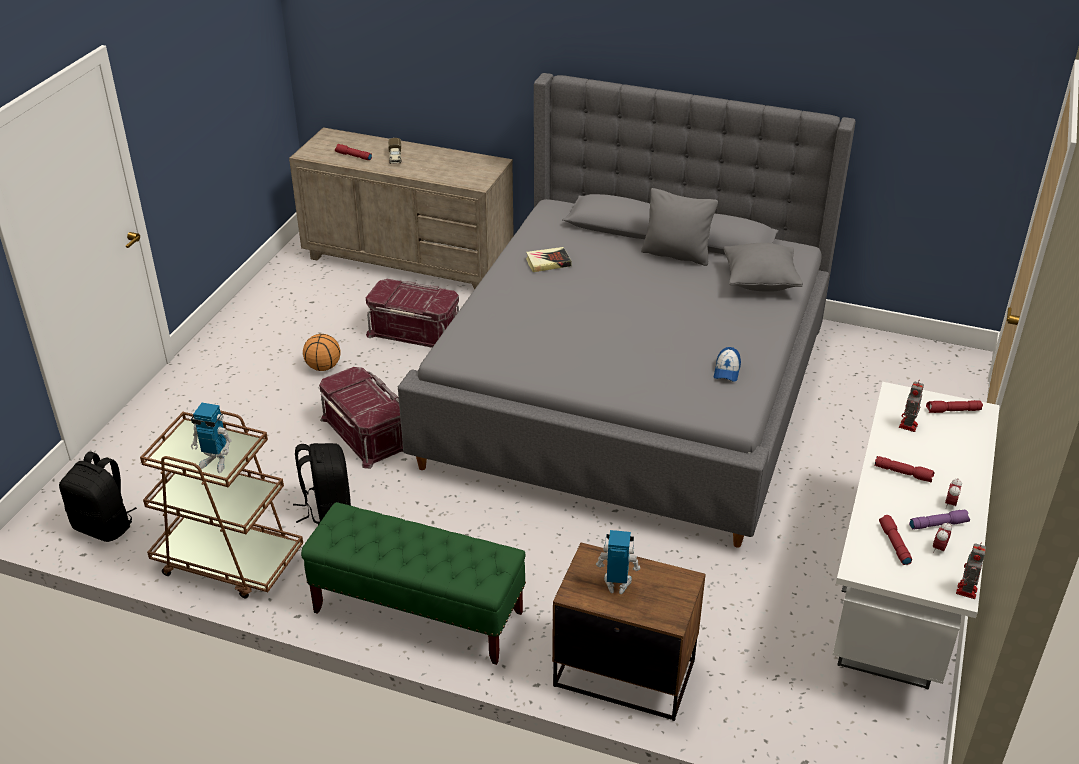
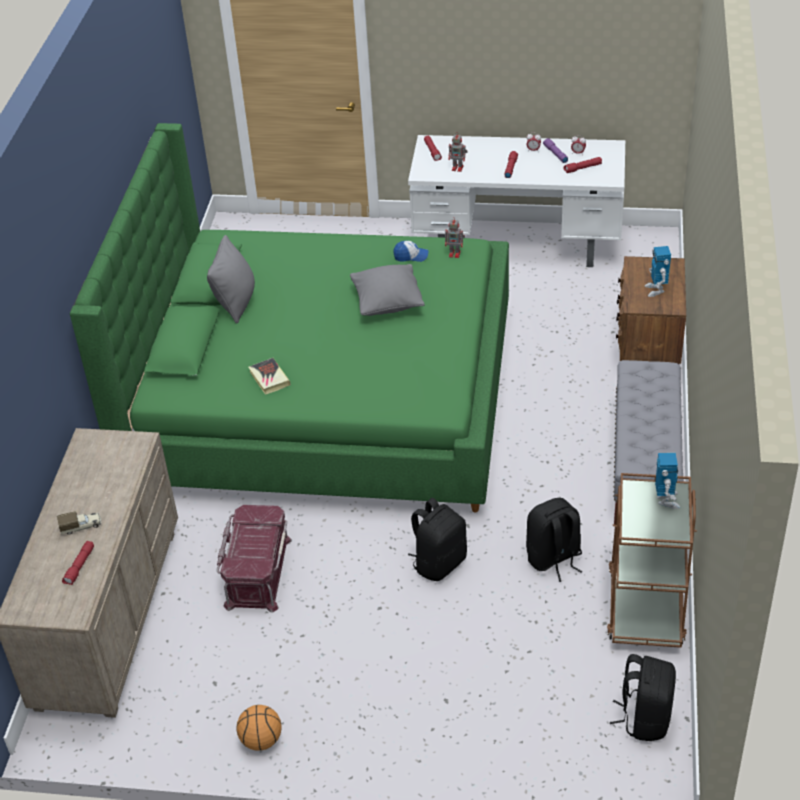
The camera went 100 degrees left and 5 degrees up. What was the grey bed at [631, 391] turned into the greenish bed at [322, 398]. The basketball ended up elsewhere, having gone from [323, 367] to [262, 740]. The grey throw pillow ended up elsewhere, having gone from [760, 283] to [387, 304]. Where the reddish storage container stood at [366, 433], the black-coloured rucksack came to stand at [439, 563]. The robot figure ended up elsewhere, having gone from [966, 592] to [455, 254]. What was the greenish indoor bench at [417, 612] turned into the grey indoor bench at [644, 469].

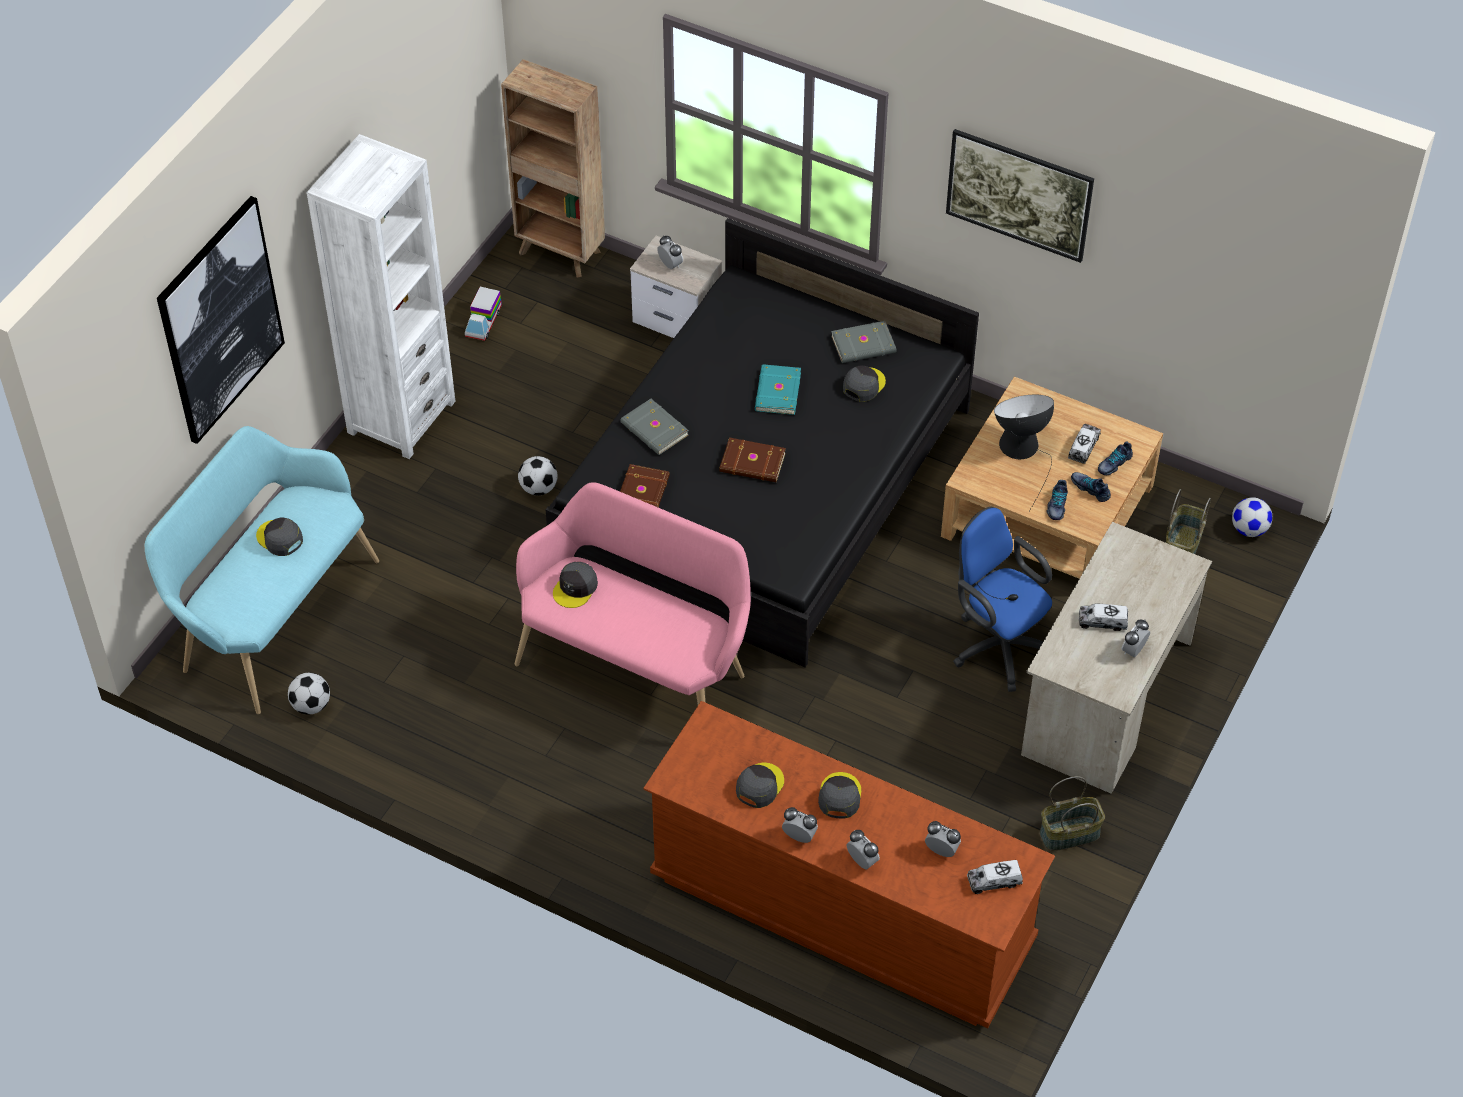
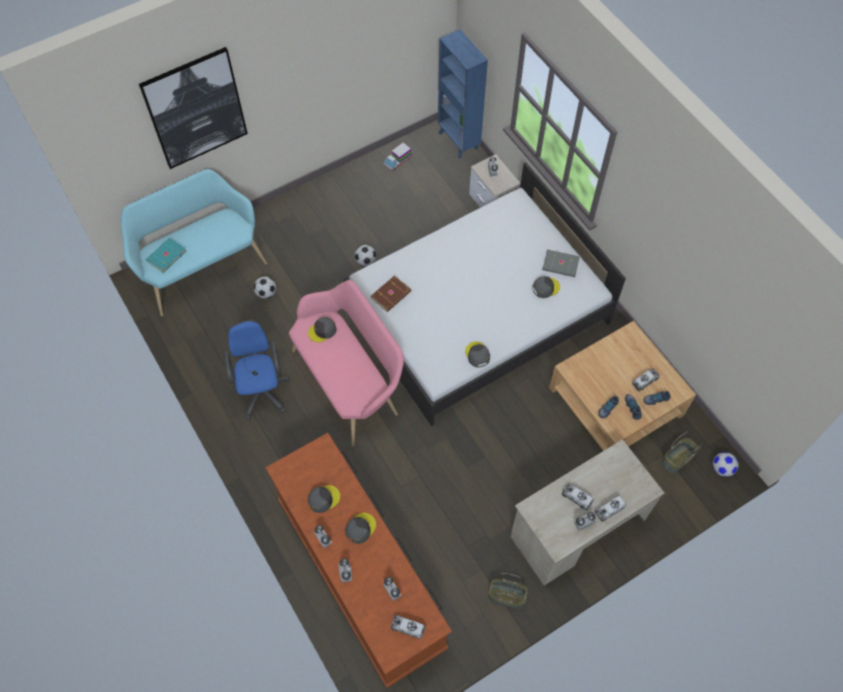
The camera went 30 degrees right and 10 degrees up. The turquoise volume ended up elsewhere, having gone from [776, 392] to [166, 256]. The blue desk chair ended up elsewhere, having gone from [997, 644] to [262, 390]. The football ball ended up elsewhere, having gone from [311, 705] to [266, 293]. What was the black-coloured bed at [763, 482] turned into the white-coloured bed at [477, 312]. What was the brown-coloured bookcase at [561, 253] turned into the blue bookcase at [458, 141]. The grey cap ended up elsewhere, having gone from [279, 538] to [477, 355]. The second view gained the toy truck at [609, 510]. The second view lost the white-coloured bookcase at [401, 417]. The second view lost the grey volume at [654, 430]. The second view lost the brown-coloured volume at [752, 463]. The second view lost the picture at [1016, 215]. The second view lost the lamp for a table at [1022, 450].

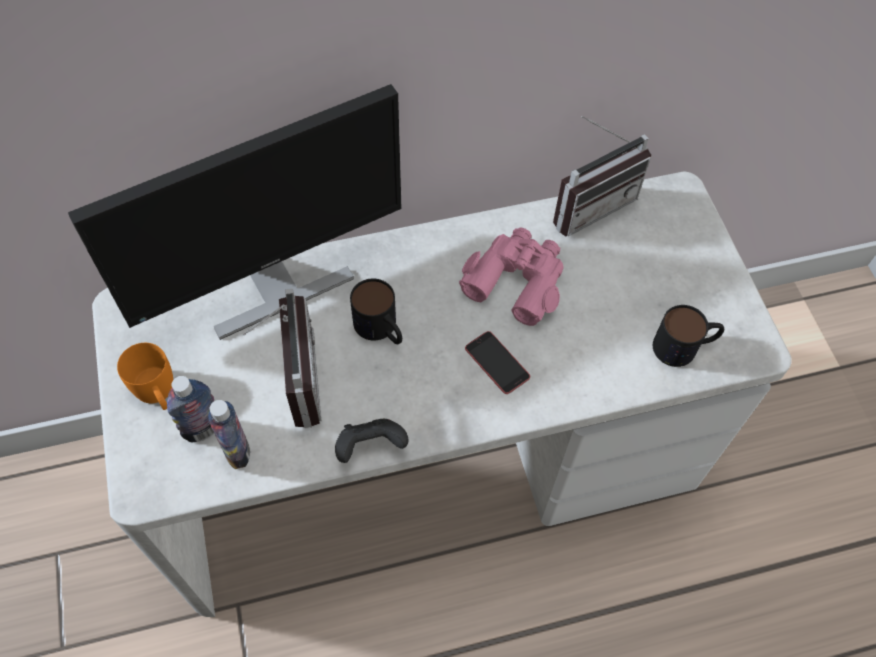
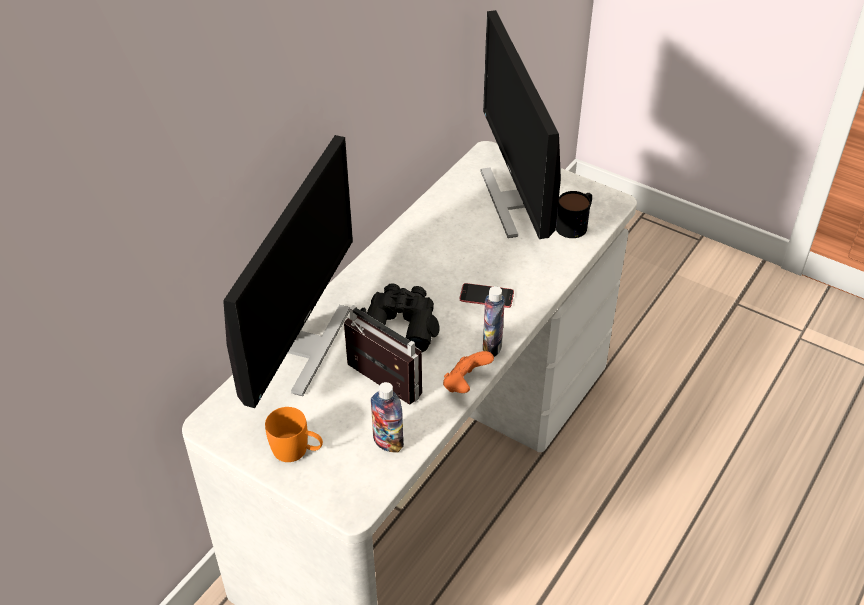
The camera went 40 degrees left and 15 degrees down. Where the tea mug stood at [381, 329], the black-coloured pair of binoculars came to stand at [399, 324]. What was the black-coloured joypad at [370, 447] turned into the orangey joypad at [465, 384]. The second view gained the monitor at [515, 199]. The beverage bottle ended up elsewhere, having gone from [203, 428] to [492, 346]. The second view lost the pink pair of binoculars at [516, 279]. The second view lost the radio at [589, 203].

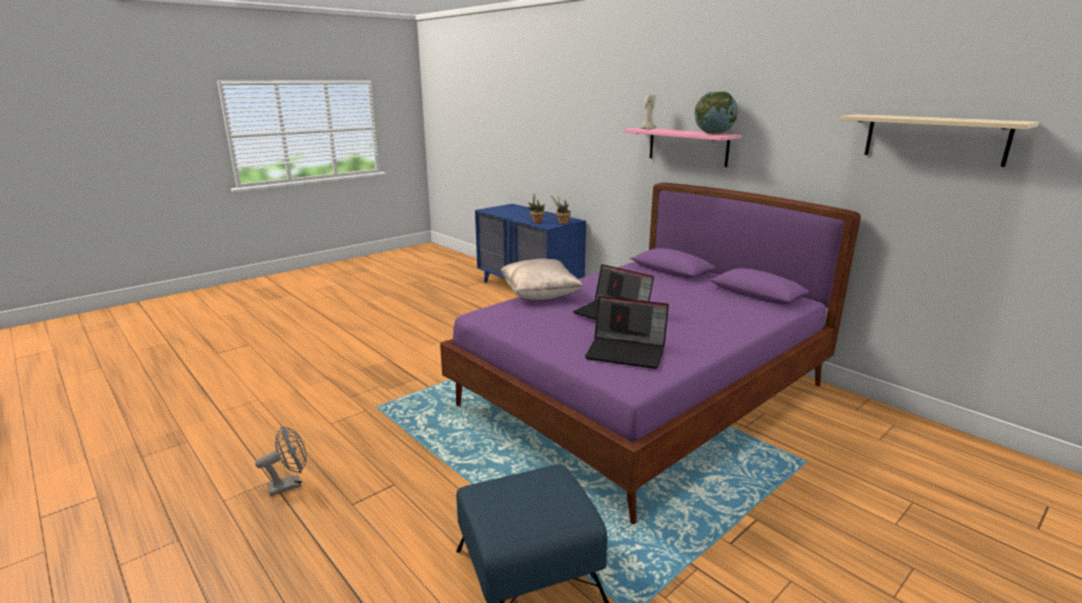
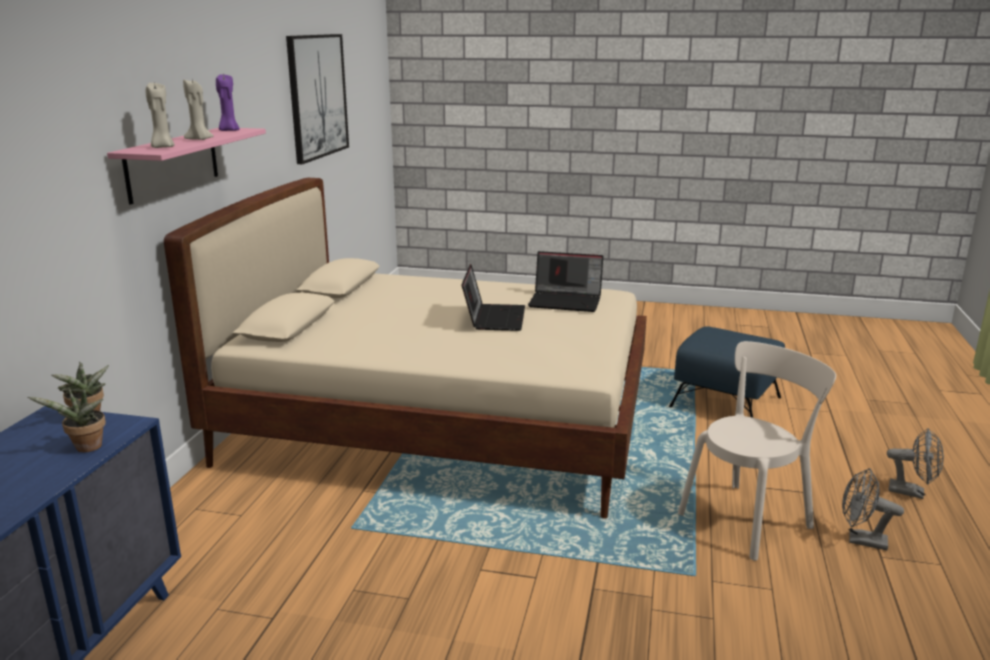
The camera went 125 degrees left and 0 degrees up. What was the purplish bed at [643, 396] turned into the beige bed at [442, 423]. The second view gained the beige wax light at [199, 139]. Where the world globe stood at [713, 134], the purplish wax light came to stand at [229, 131]. Where the beige shelf hung at [934, 139], the picture came to hang at [317, 96]. The notebook computer at [627, 352] ended up facing another way, 120 degrees clockwise from before. The second view gained the beige plain chair at [748, 518]. The second view gained the grey electric fan at [912, 492]. The second view lost the beige throw pillow at [540, 295].

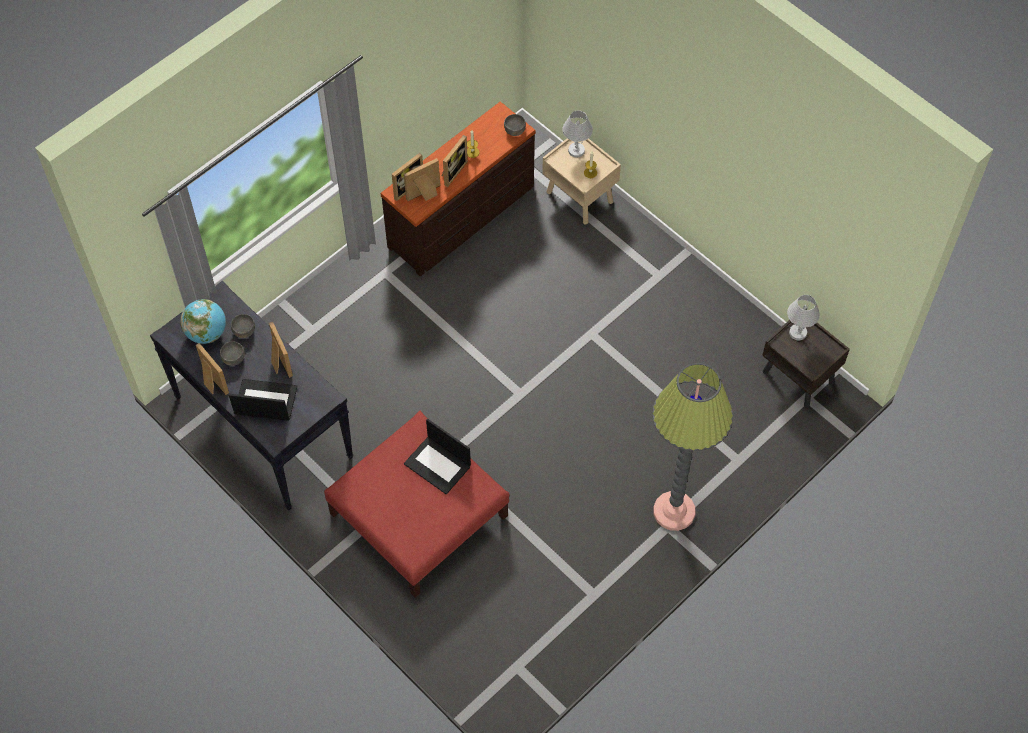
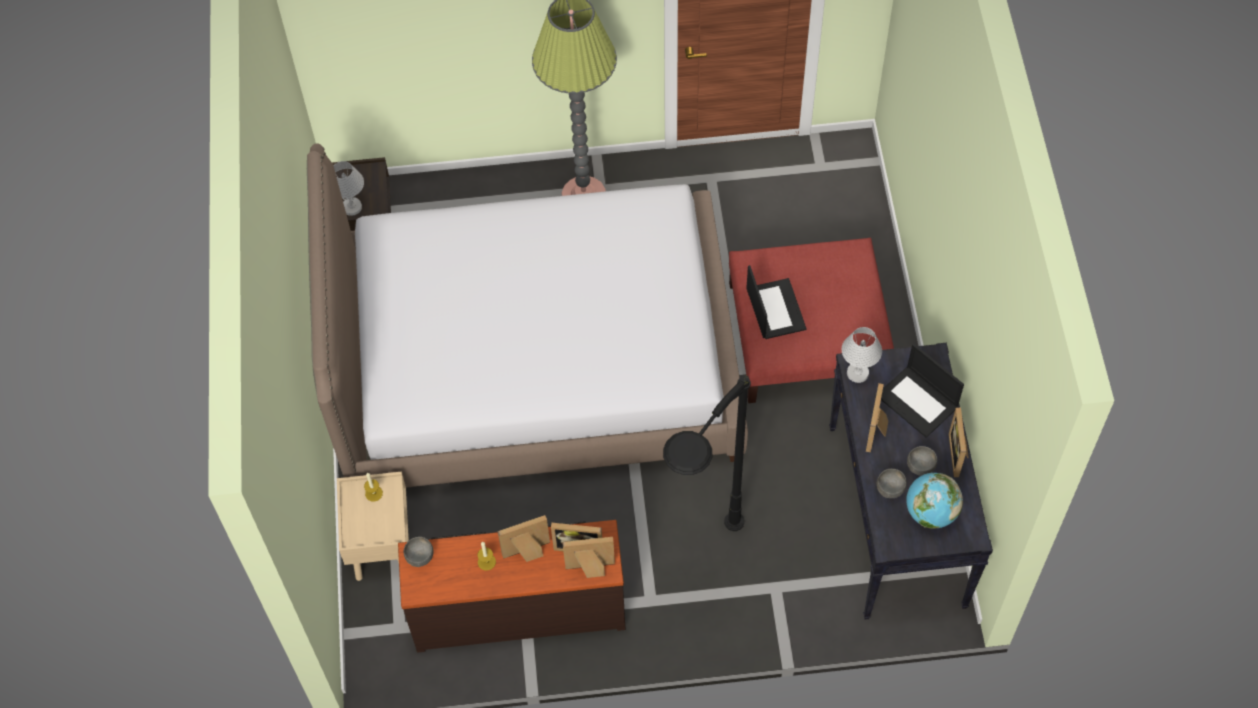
The camera went 140 degrees left and 0 degrees up. The second view gained the bed at [535, 363]. The second view gained the black-coloured floor lamp at [699, 571]. The white-coloured lamp for a table ended up elsewhere, having gone from [576, 150] to [857, 372].

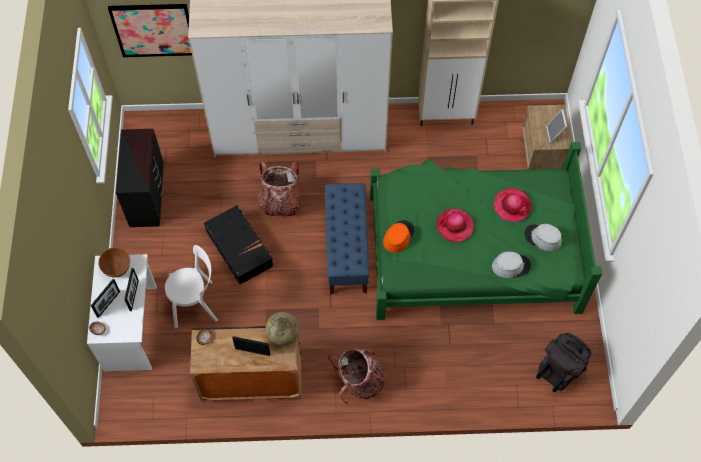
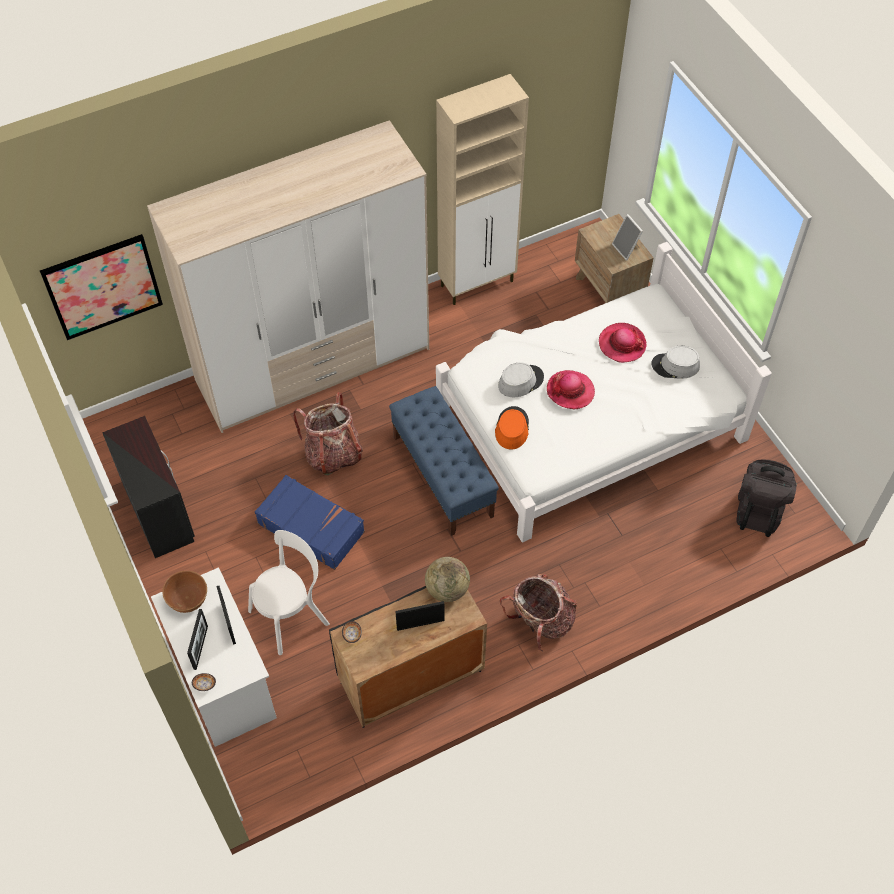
The camera went 25 degrees left and 5 degrees down. What was the black-coloured travel case at [239, 248] turned into the blue travel case at [311, 527]. What was the greenish bed at [471, 250] turned into the white-coloured bed at [588, 421]. The grey wearable hat ended up elsewhere, having gone from [511, 266] to [520, 381].

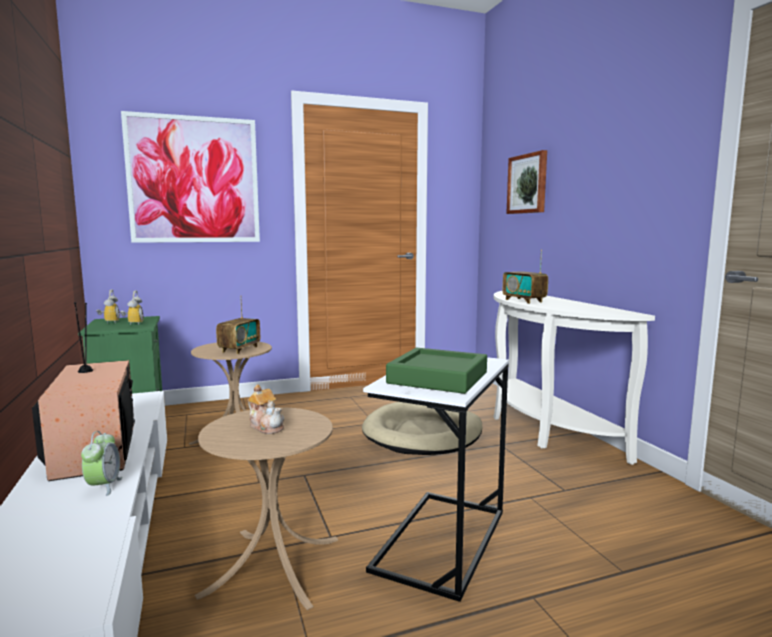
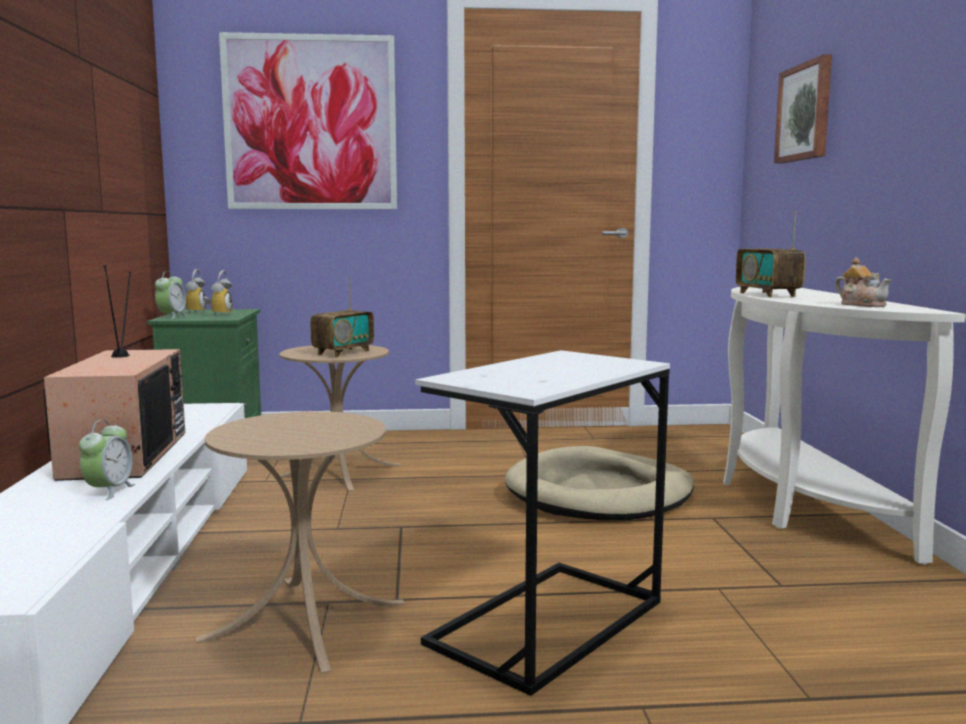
The camera went 15 degrees right and 0 degrees up. The second view gained the bedside clock at [172, 317]. The tea pot ended up elsewhere, having gone from [266, 426] to [862, 305]. The second view lost the greenish serving tray at [438, 378].

